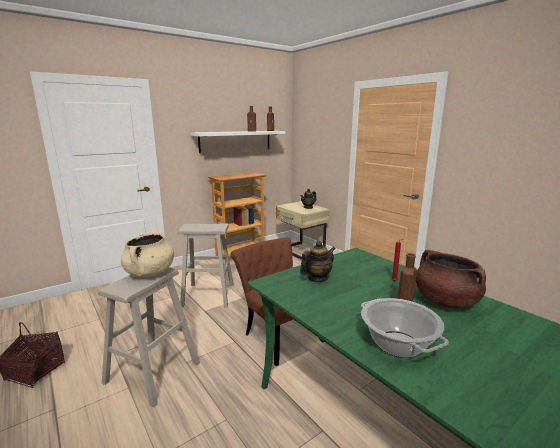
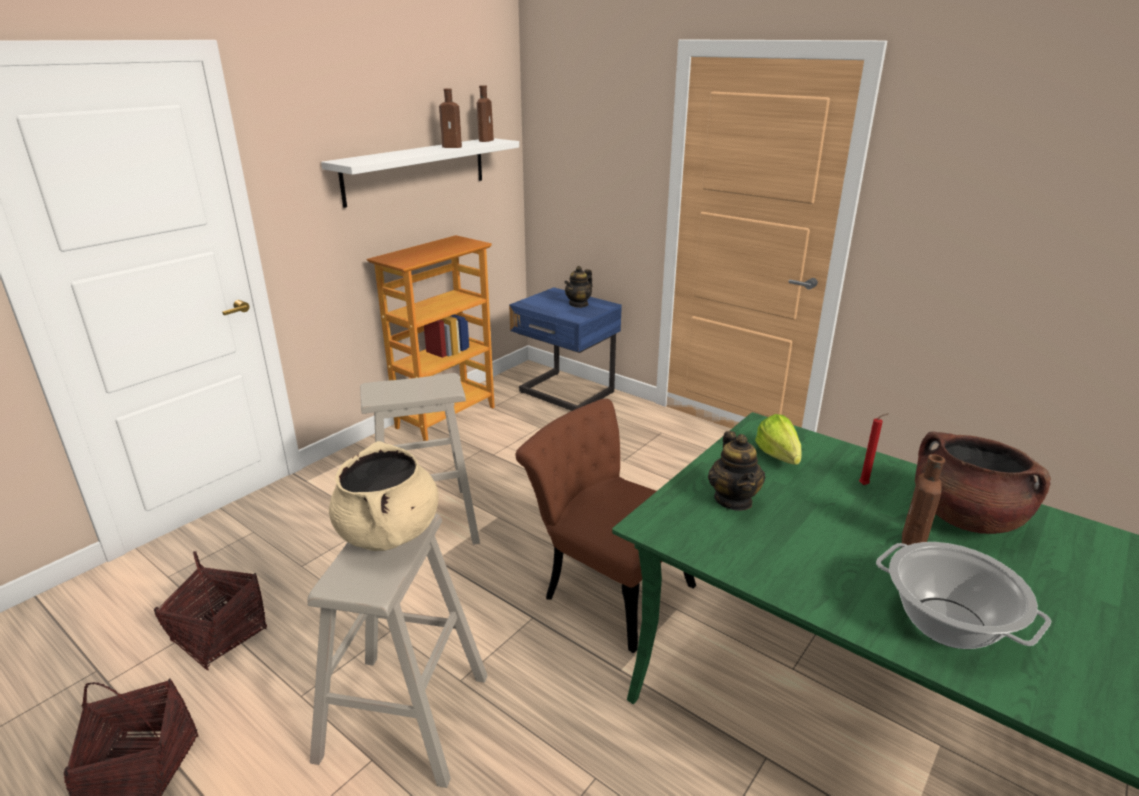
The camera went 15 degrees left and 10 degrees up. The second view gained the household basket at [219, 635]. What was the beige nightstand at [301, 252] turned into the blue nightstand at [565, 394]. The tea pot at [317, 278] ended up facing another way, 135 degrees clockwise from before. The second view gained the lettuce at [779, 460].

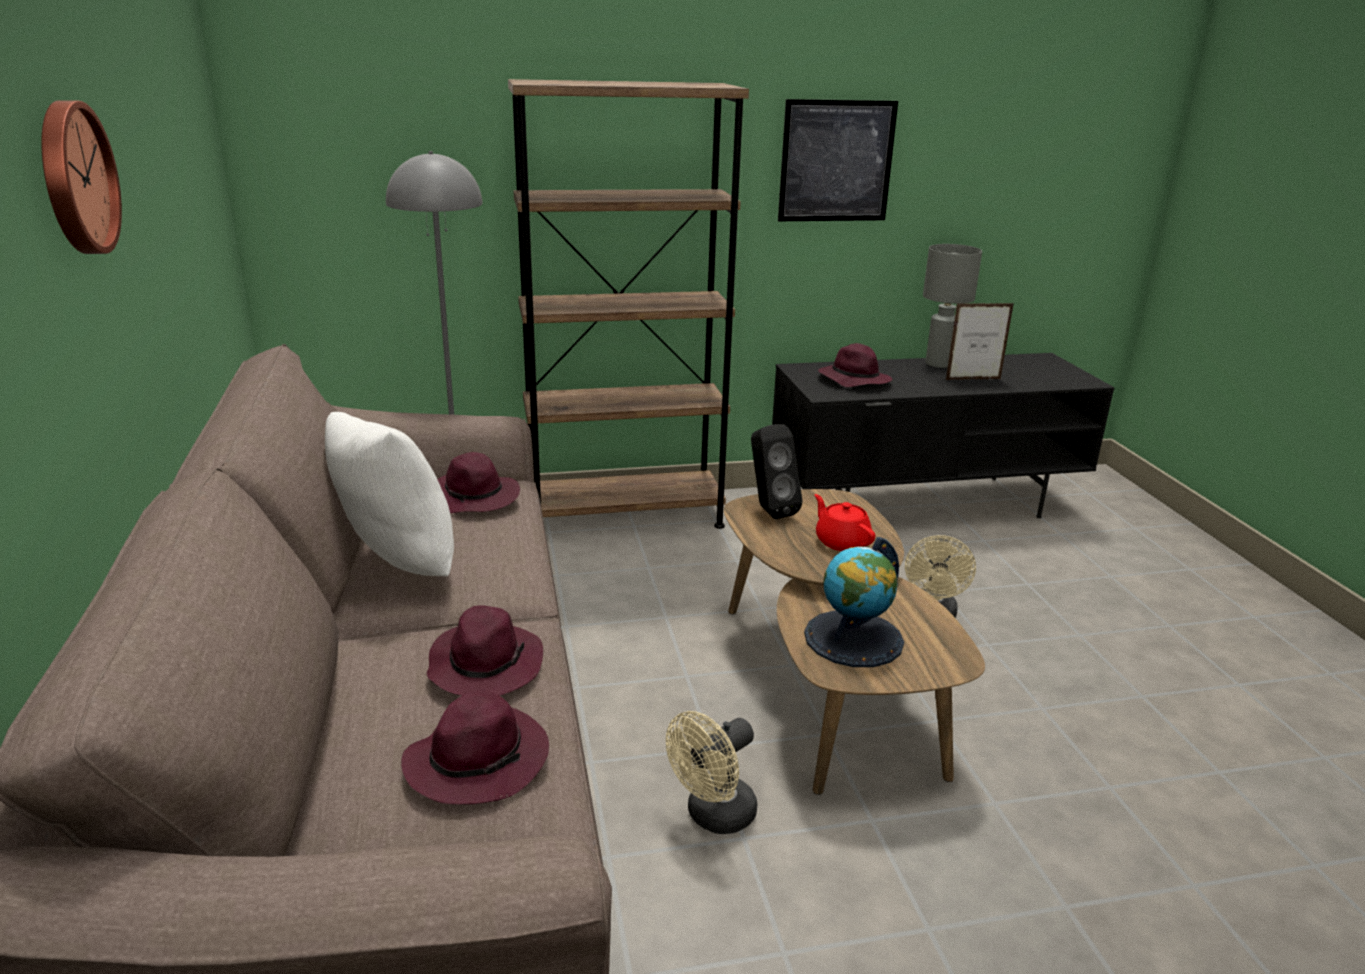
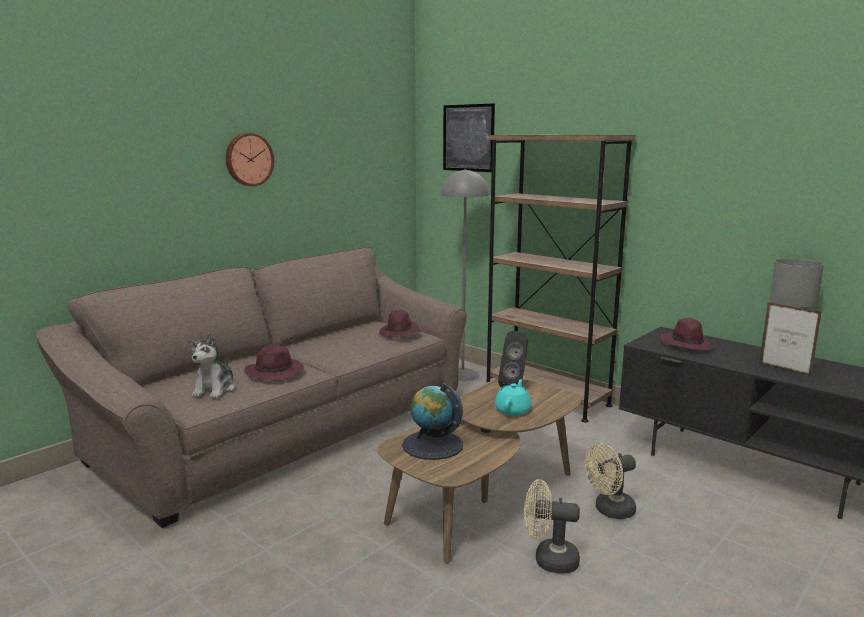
The camera went 55 degrees right and 10 degrees down. Where the purplish wearable hat stood at [479, 760], the cuddly toy came to stand at [215, 389]. The picture ended up elsewhere, having gone from [836, 161] to [468, 138]. What was the reddish tea pot at [841, 542] turned into the turquoise tea pot at [513, 410]. The beige electric fan ended up elsewhere, having gone from [713, 816] to [548, 560]. The second view lost the white-coloured throw pillow at [395, 566].

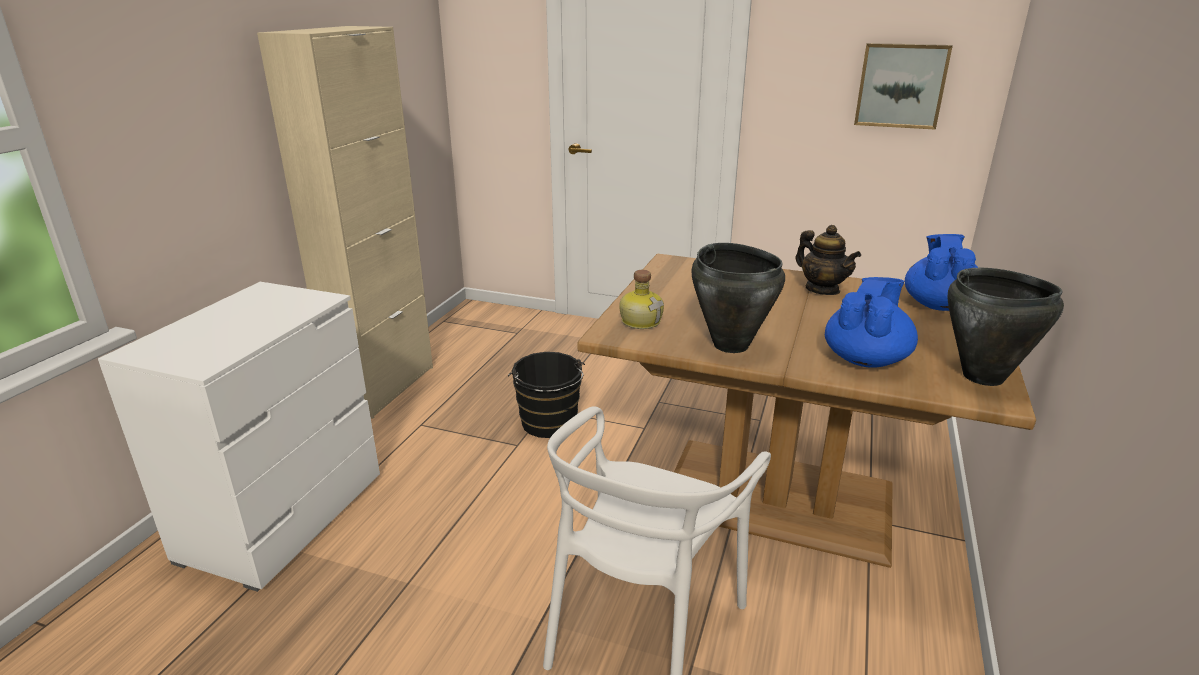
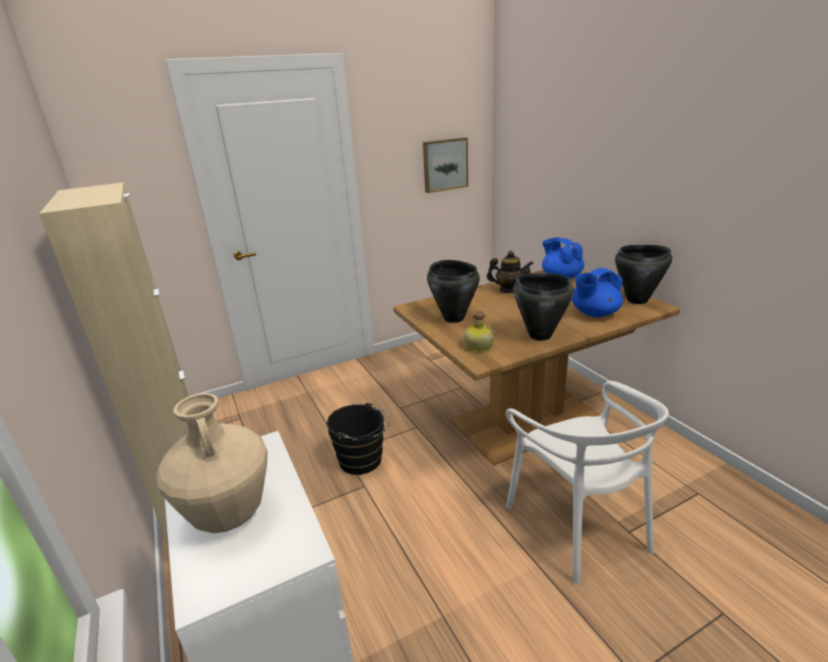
The camera went 45 degrees left and 0 degrees up. The second view gained the beige flower vase at [229, 514]. The second view gained the black-coloured stockpot at [454, 318]. The blue tea pot at [865, 359] ended up facing another way, 105 degrees counterclockwise from before.

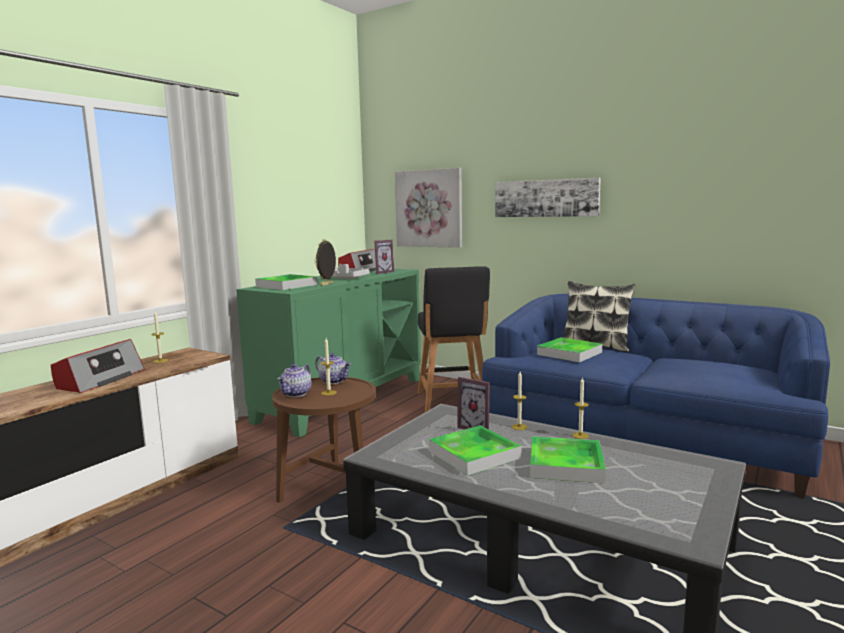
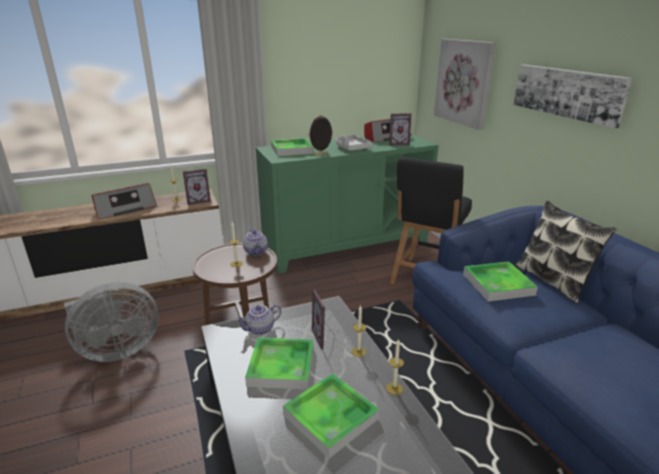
The camera went 35 degrees right and 15 degrees up. The second view gained the grey electric fan at [116, 350]. The second view gained the picture frame at [198, 201]. The tea pot ended up elsewhere, having gone from [296, 394] to [260, 329].

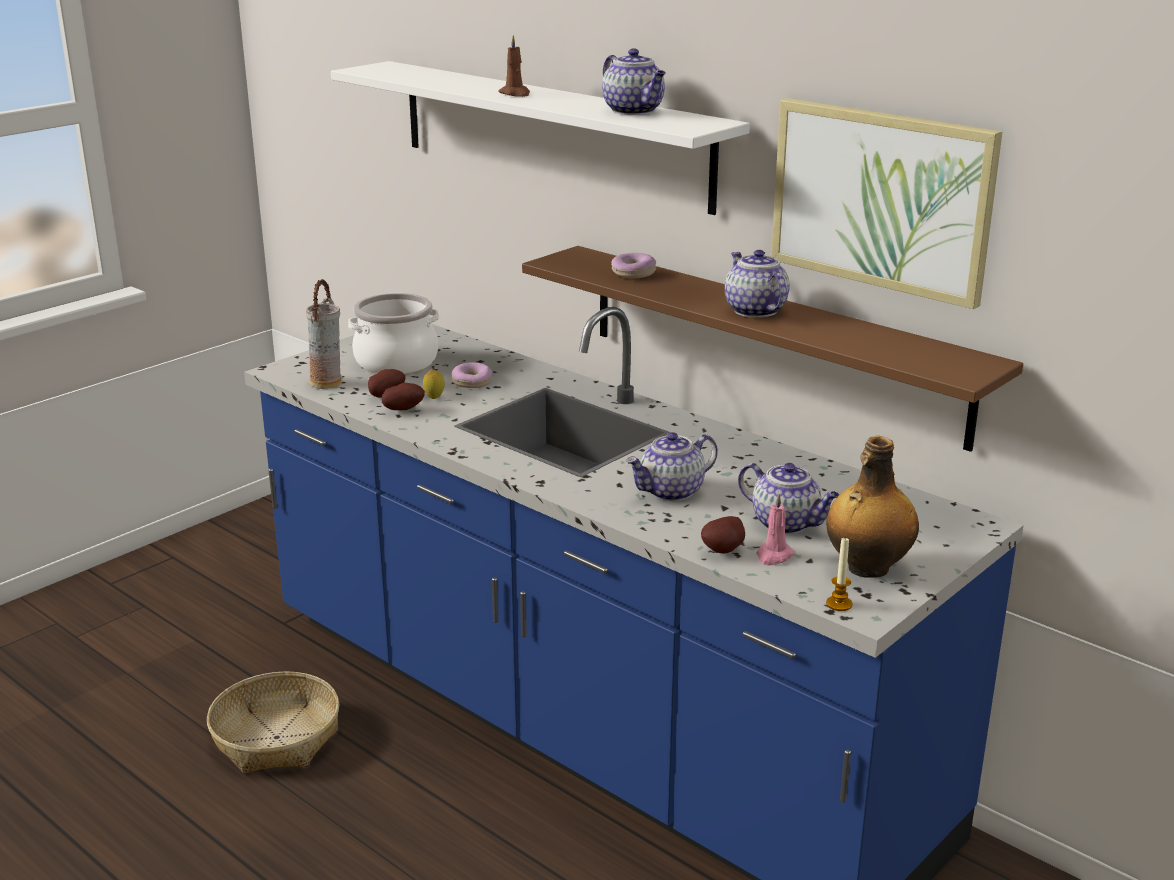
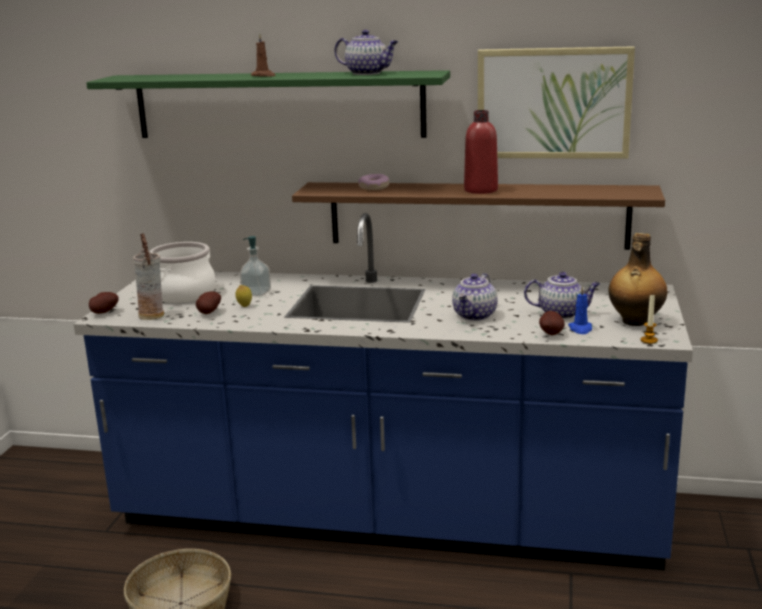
The camera went 30 degrees left and 5 degrees down. What was the white-coloured shelf at [550, 133] turned into the greenish shelf at [278, 105]. The whole potato ended up elsewhere, having gone from [403, 409] to [103, 312]. Where the doughnut stood at [471, 382], the soap bottle came to stand at [256, 293]. Where the tea pot stood at [754, 310], the reddish beverage bottle came to stand at [481, 190]. What was the pink wax light at [774, 556] turned into the blue wax light at [580, 329].

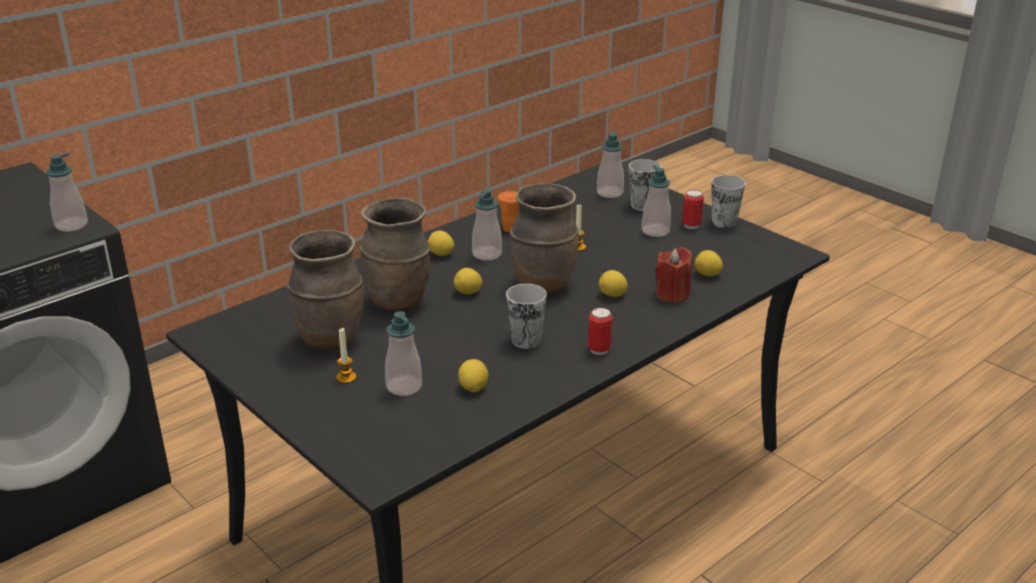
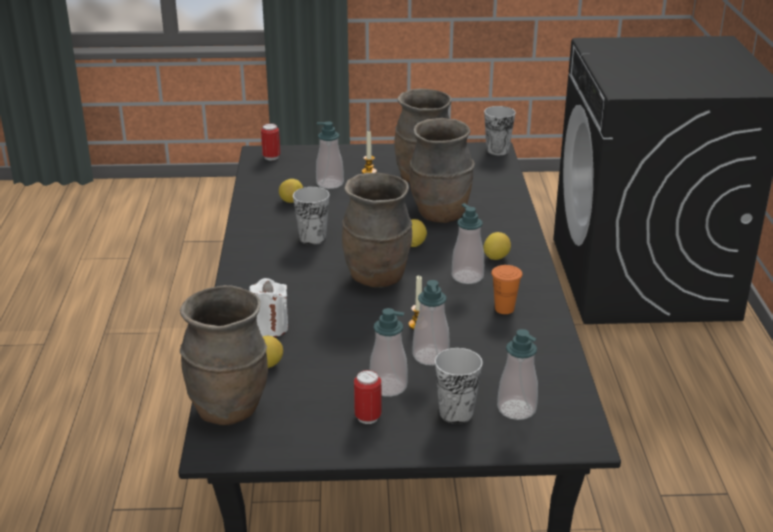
The camera went 130 degrees right and 0 degrees up. The second view gained the brown-coloured flower vase at [229, 410]. What was the reddish wax light at [672, 294] turned into the white-coloured wax light at [269, 328]. The sealed can ended up elsewhere, having gone from [599, 349] to [271, 157]. The soap bottle ended up elsewhere, having gone from [71, 225] to [430, 356]. The small cup ended up elsewhere, having gone from [724, 223] to [497, 150]. The second view lost the whole lemon at [612, 295].

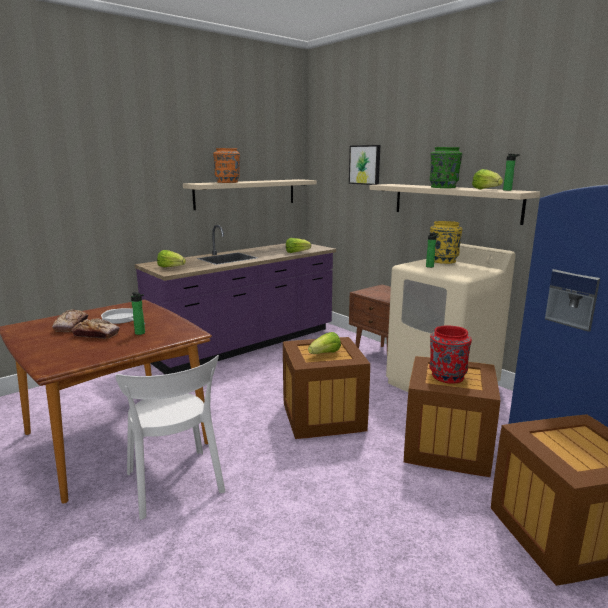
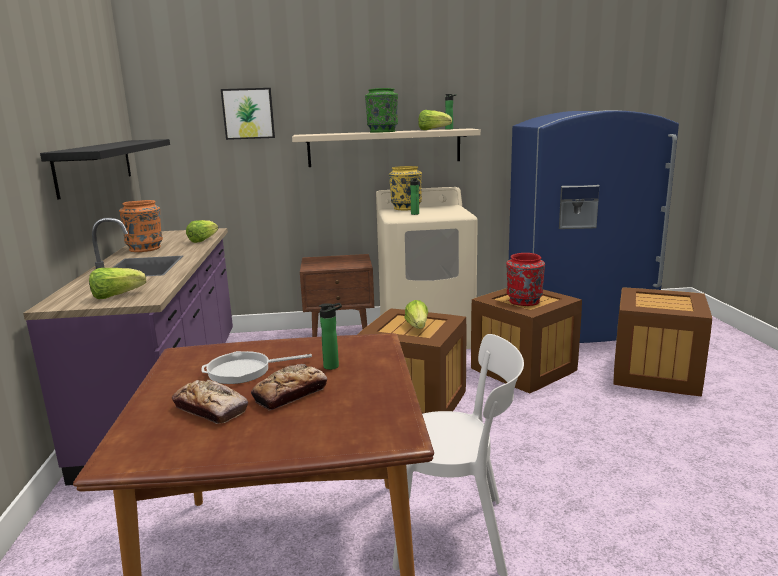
The camera went 55 degrees left and 0 degrees up. What was the beige shelf at [246, 193] turned into the black-coloured shelf at [95, 166]. The orangey flower vase ended up elsewhere, having gone from [227, 182] to [146, 248].

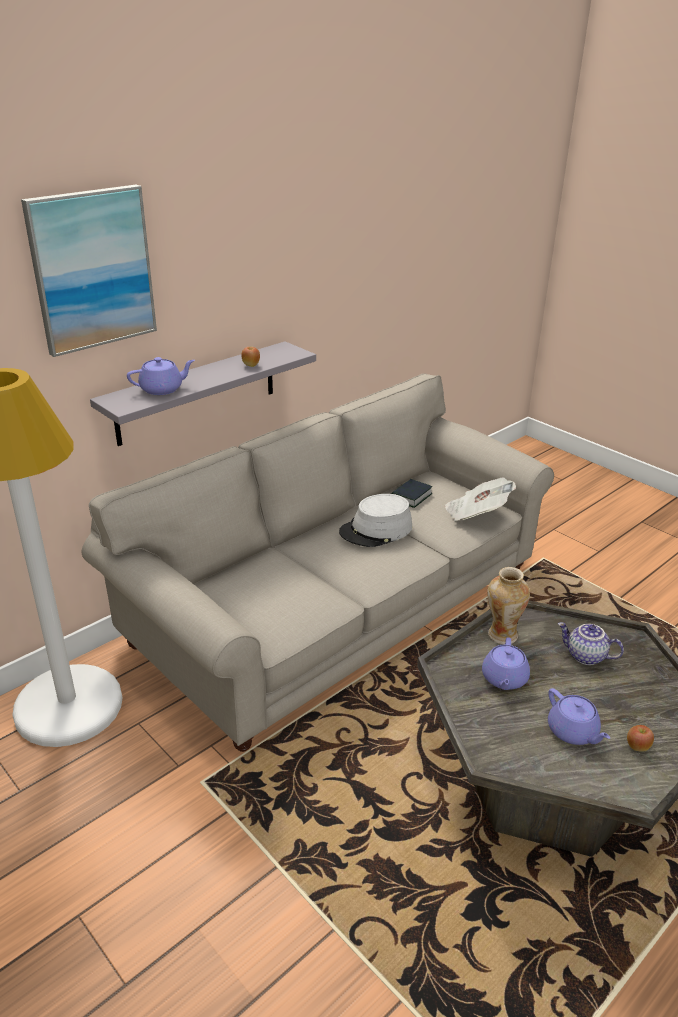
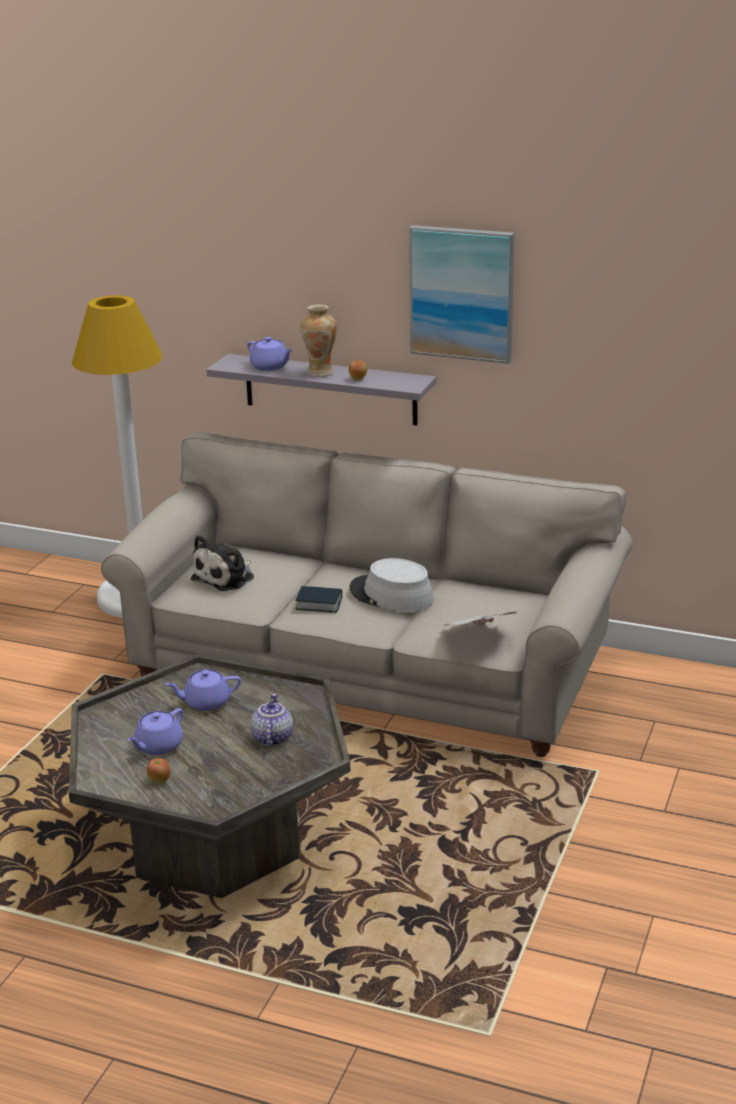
The camera went 65 degrees right and 5 degrees down. The second view gained the cuddly toy at [226, 577]. The volume ended up elsewhere, having gone from [411, 497] to [319, 604]. The flower vase ended up elsewhere, having gone from [501, 635] to [320, 372]. The picture ended up elsewhere, having gone from [92, 269] to [462, 293].

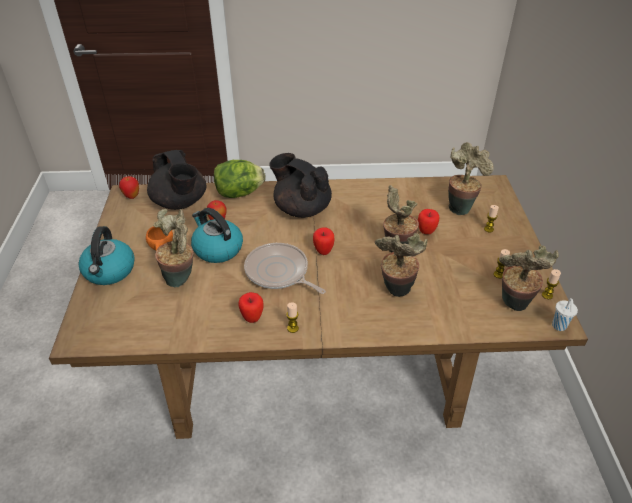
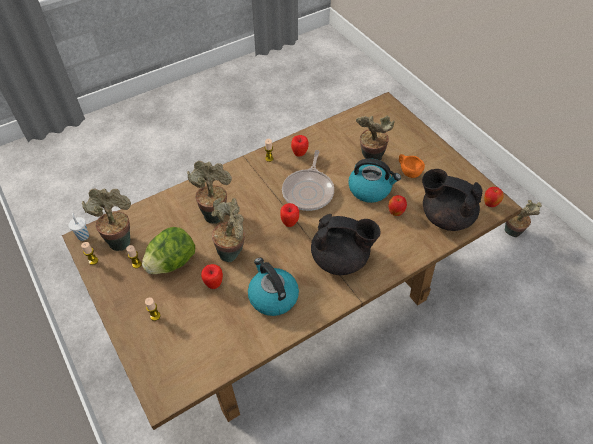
The camera went 150 degrees right and 10 degrees up. The lettuce ended up elsewhere, having gone from [239, 193] to [172, 262]. The tea kettle ended up elsewhere, having gone from [109, 271] to [272, 296]. The pan at [279, 272] ended up facing another way, 90 degrees clockwise from before. The potted plant ended up elsewhere, having gone from [460, 207] to [512, 233].

